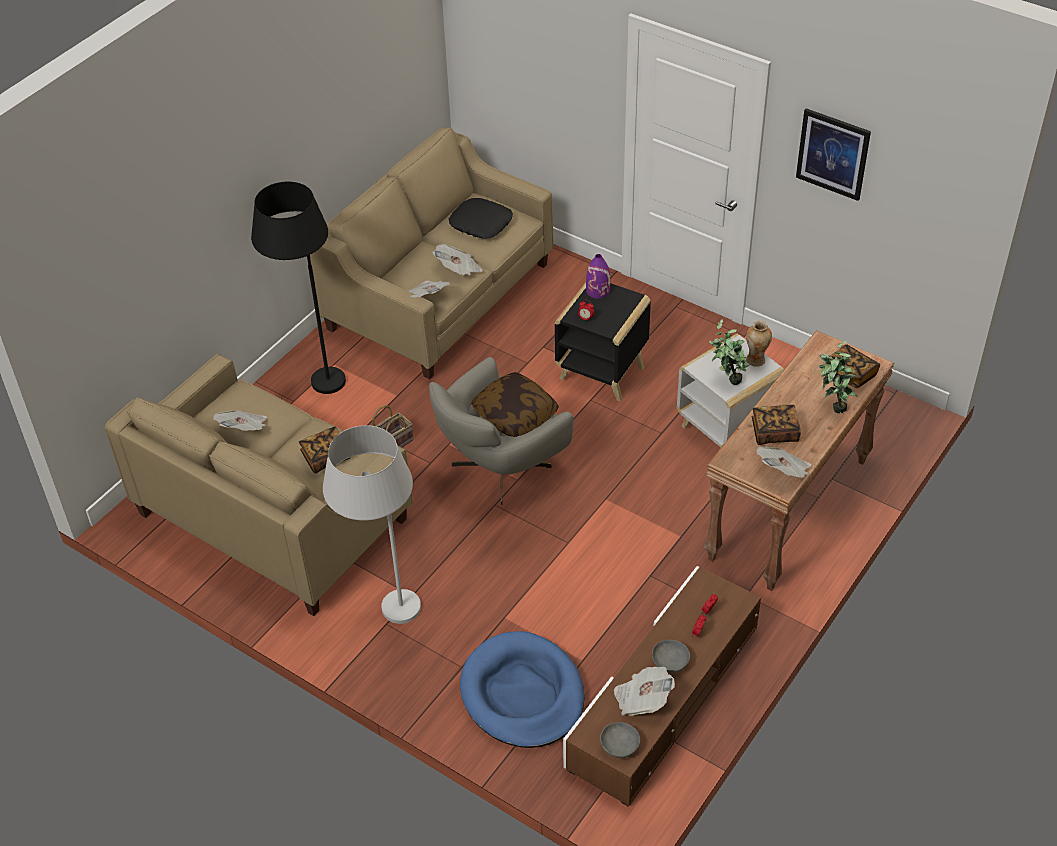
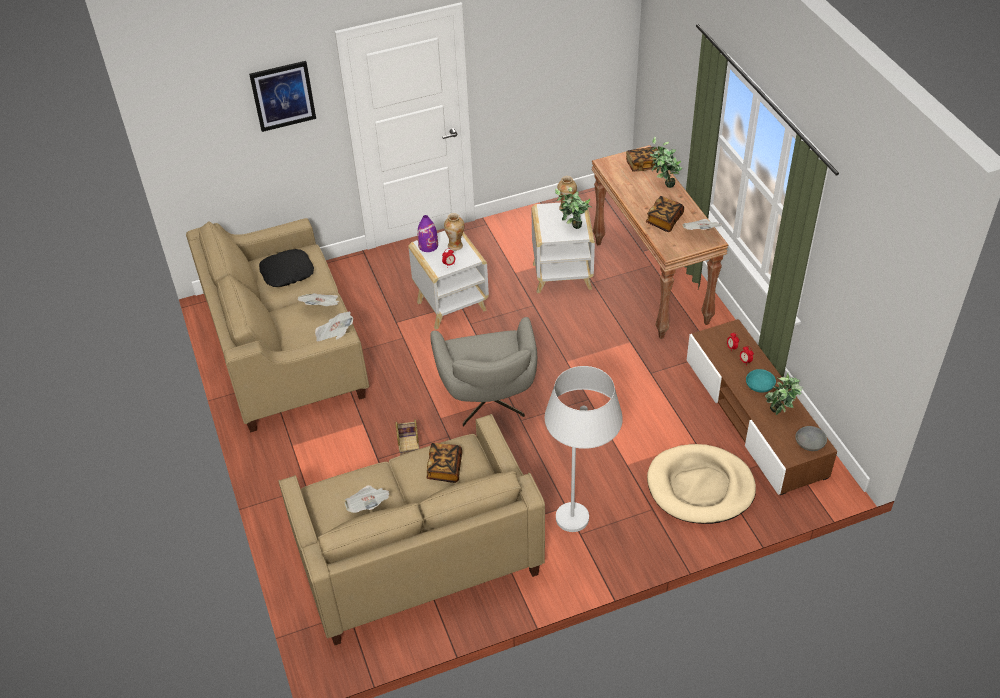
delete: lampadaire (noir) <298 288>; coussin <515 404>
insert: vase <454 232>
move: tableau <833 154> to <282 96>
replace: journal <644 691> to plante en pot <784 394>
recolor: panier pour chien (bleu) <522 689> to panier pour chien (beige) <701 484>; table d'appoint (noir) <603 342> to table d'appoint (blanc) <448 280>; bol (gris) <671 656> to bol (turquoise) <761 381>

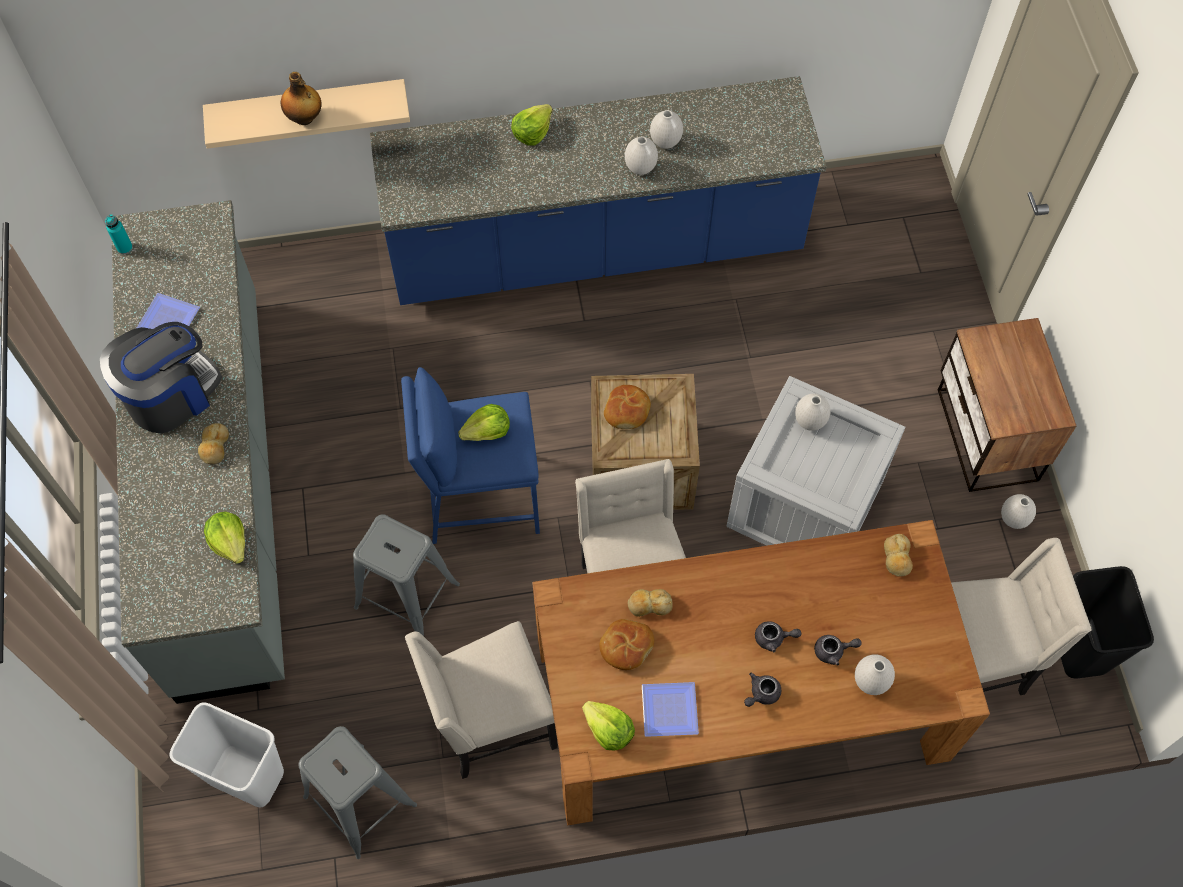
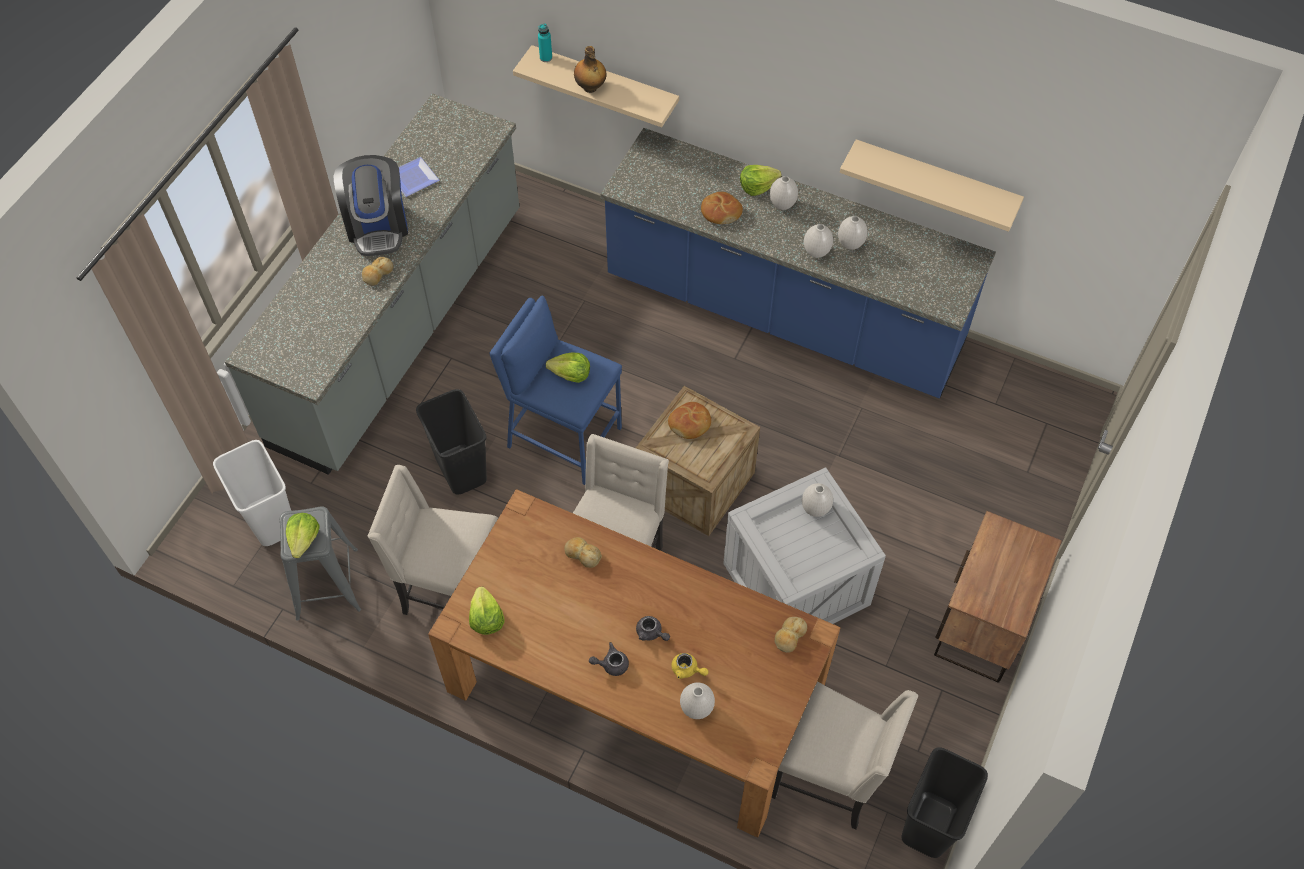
delete: assiette <670 709>
insert: étagère (beige) <932 185>
move: bouteille (turquoise) <119 234> to <545 42>; laitue <224 538> to <303 535>; pain <626 644> to <722 208>; vase (blanc) <1018 511> to <784 193>
replace: tabouret (gris) <406 575> to poubelle (noir) <451 442>
recolor: théière (gris) <838 650> to théière (jaune) <689 666>
rotate: machine à café <161 377> = <371 205> 90 degrees clockwise

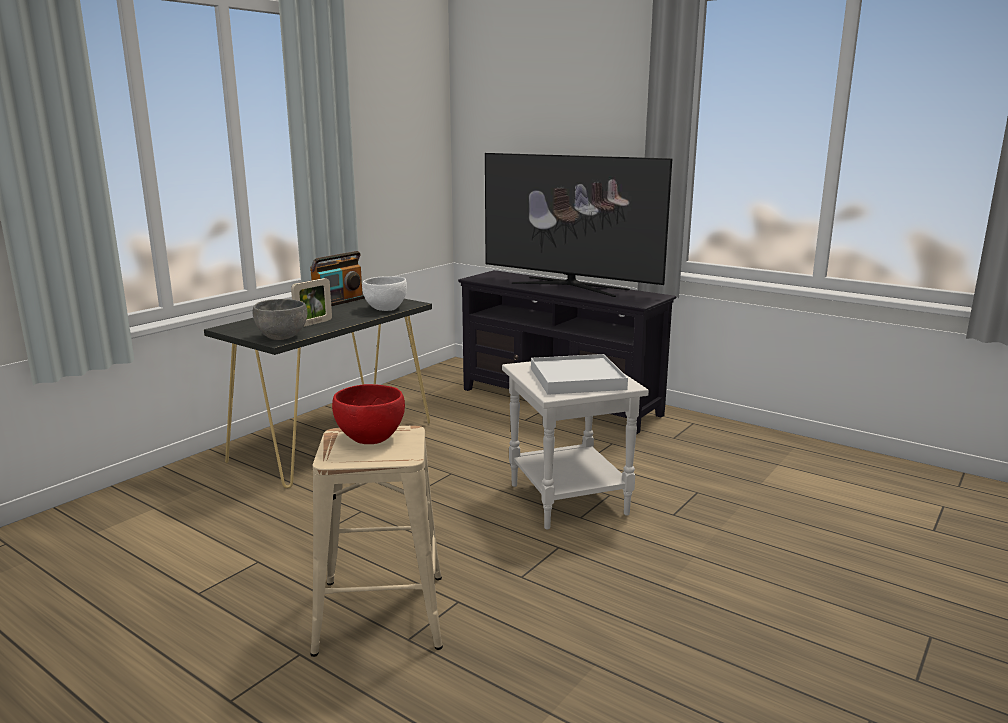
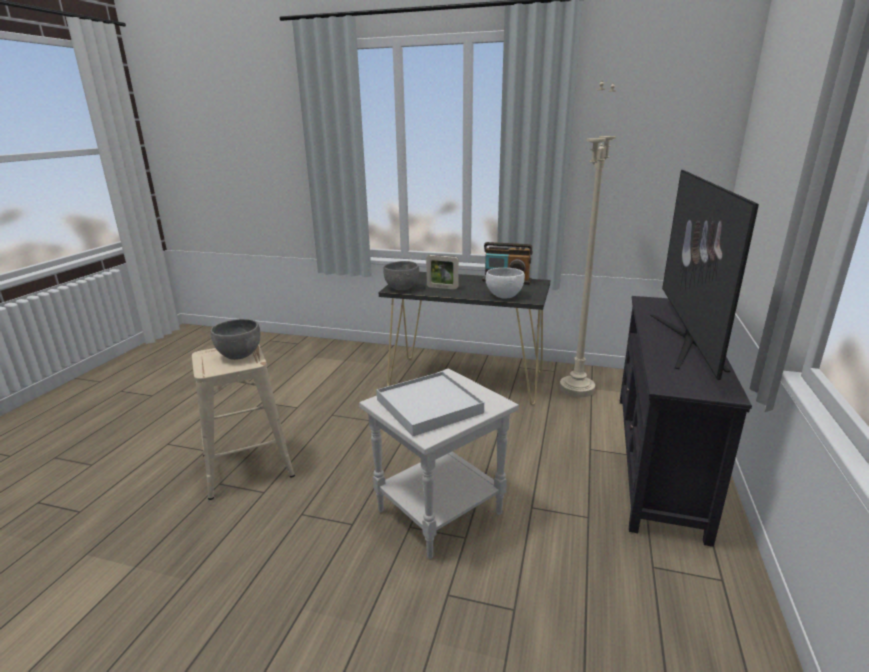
insert: lampadaire (beige) <588 238>
recolor: bol (rouge) <368 414> to bol (gris) <235 339>

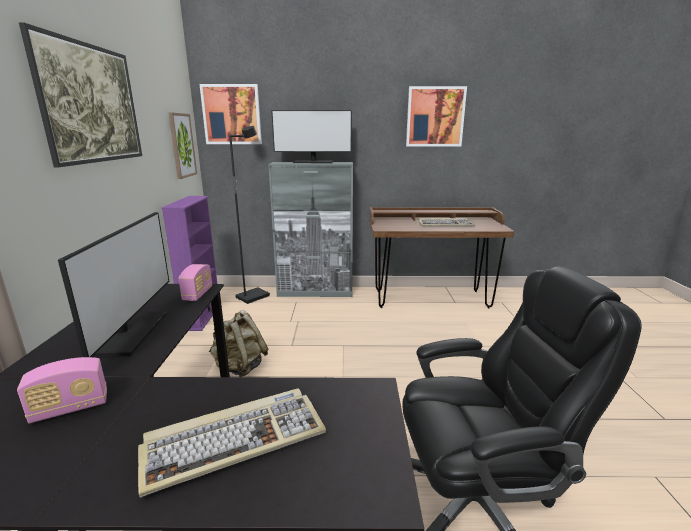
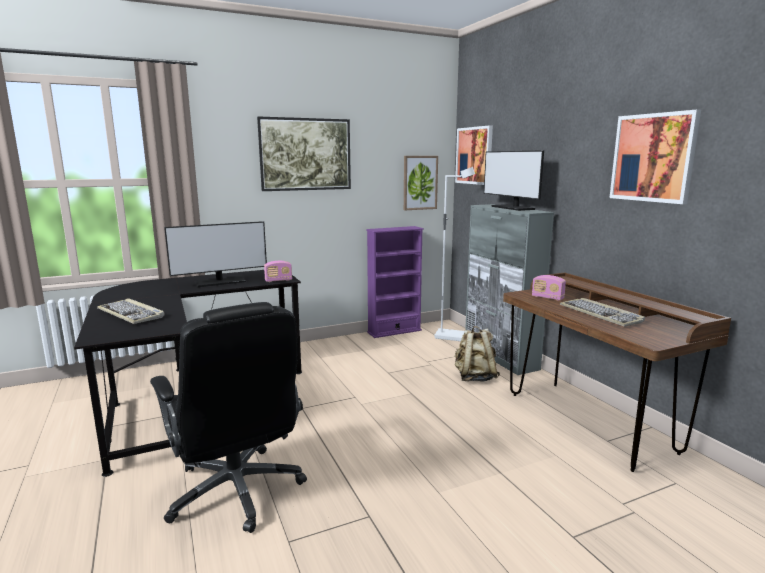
move: radio <62 390> to <549 288>; sac à dos (beige) <238 343> to <477 354>
recolor: lampadaire (noir) <249 215> to lampadaire (blanc) <454 254>

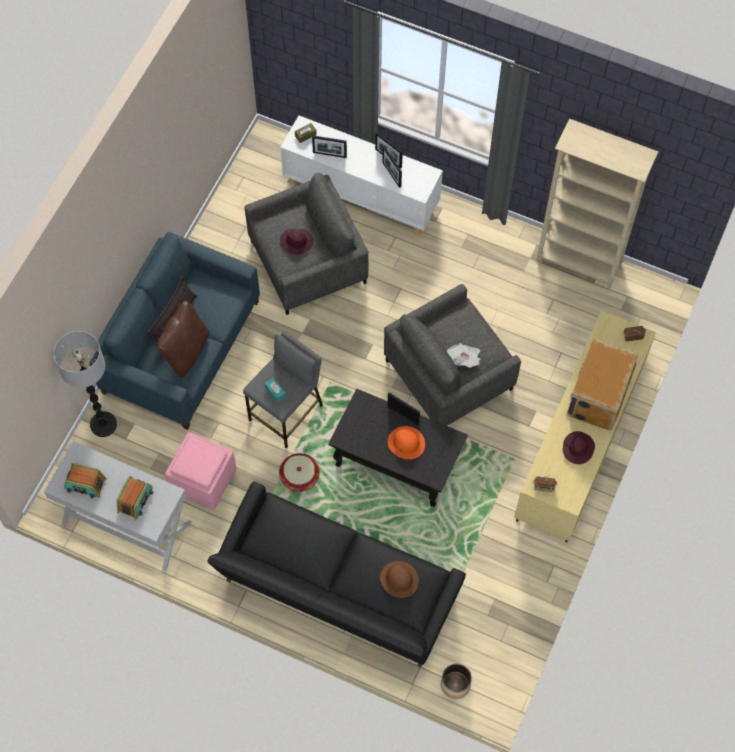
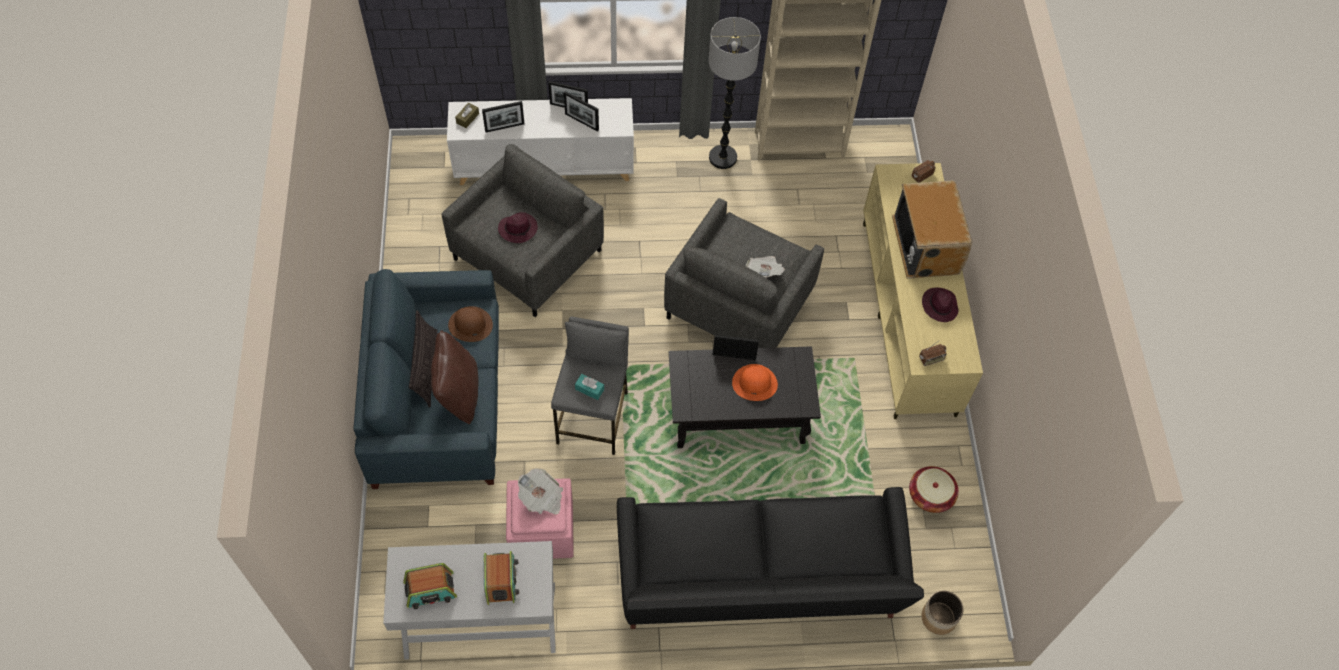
insert: journal <540 491>
move: lampadaire <85 384> to <735 93>; panier <299 472> to <934 489>; chapeau (marron) <399 579> to <470 324>

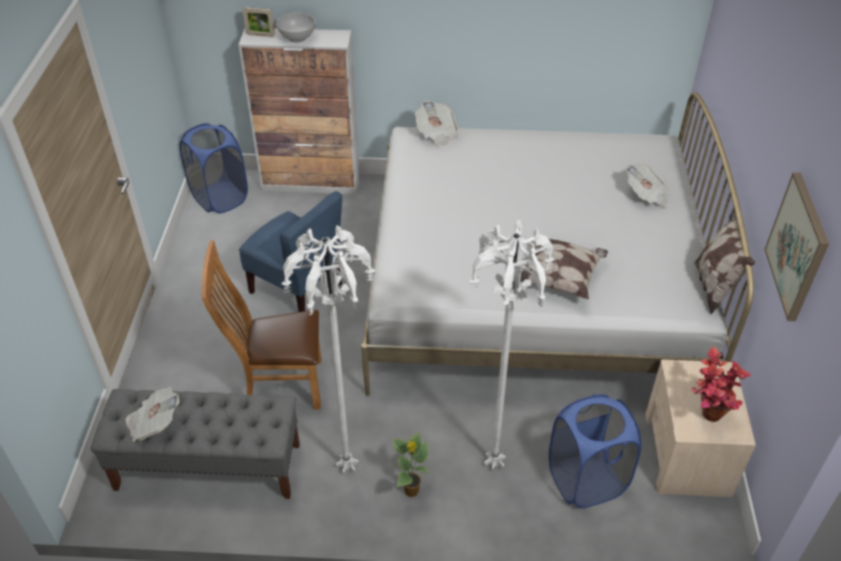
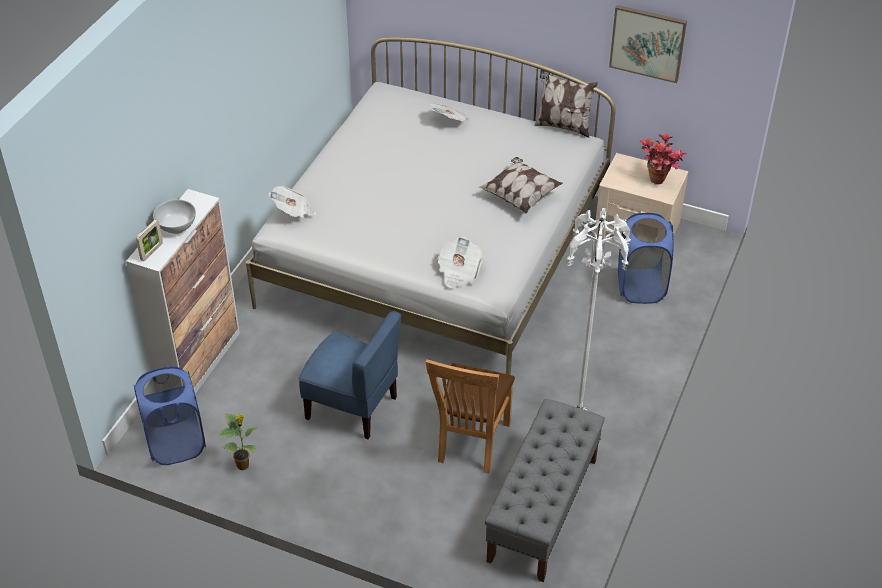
delete: lampadaire (blanc) <511 344>
move: journal <152 414> to <460 262>; plante en pot <410 464> to <238 441>
rotate: chaise (bleu) <290 251> = <350 375> 60 degrees clockwise

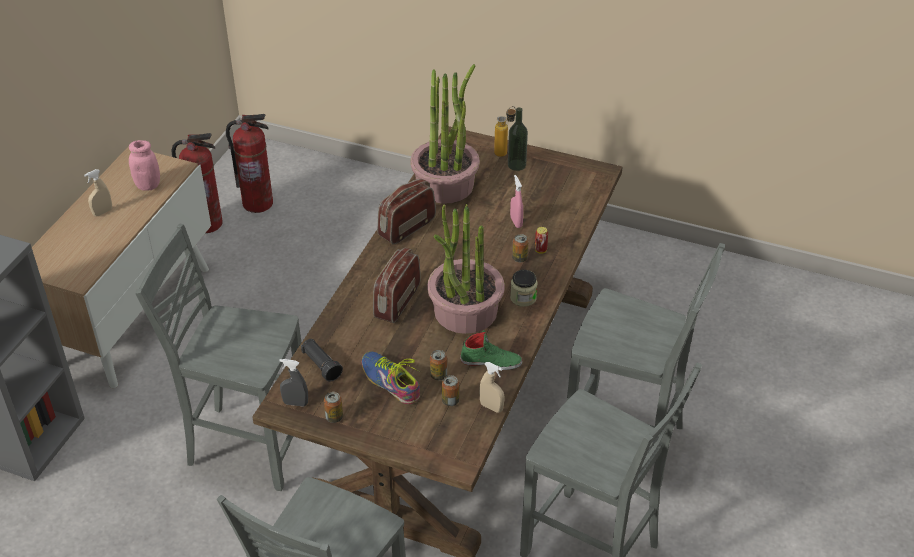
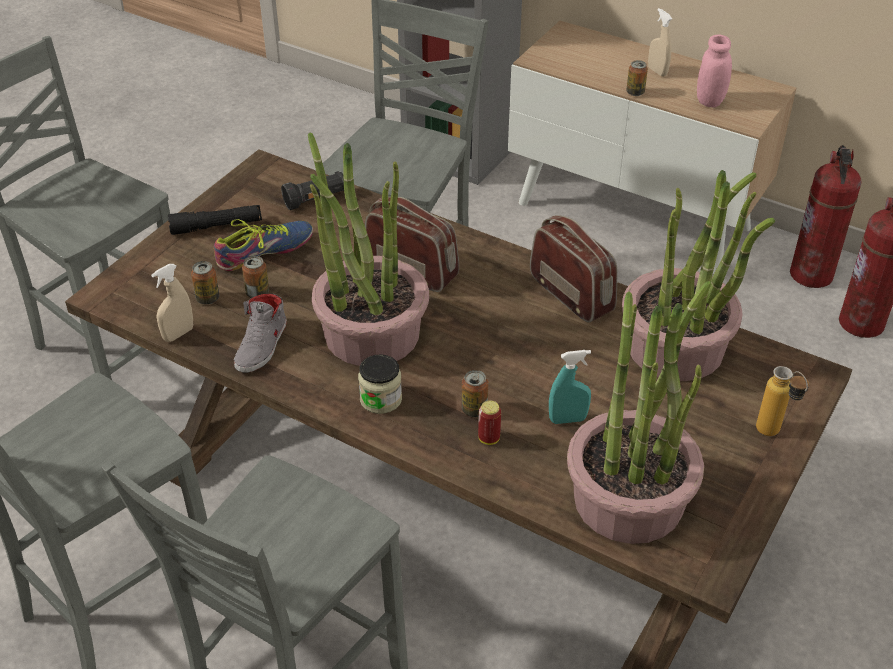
delete: vaporisateur (gris) <293 383>; bouteille <518 139>
insert: lampe de poche (noir) <215 220>; plante en pot <639 412>
move: boîte métallique <333 407> to <637 78>
recolor: chaussure (vert) <491 350> to chaussure (gris) <260 333>; vaporisateur (rose) <516 201> to vaporisateur (turquoise) <570 387>

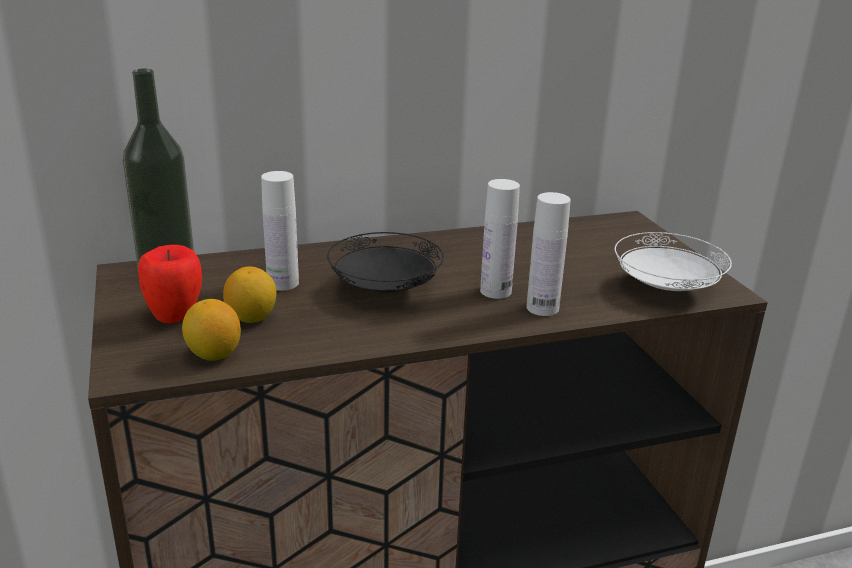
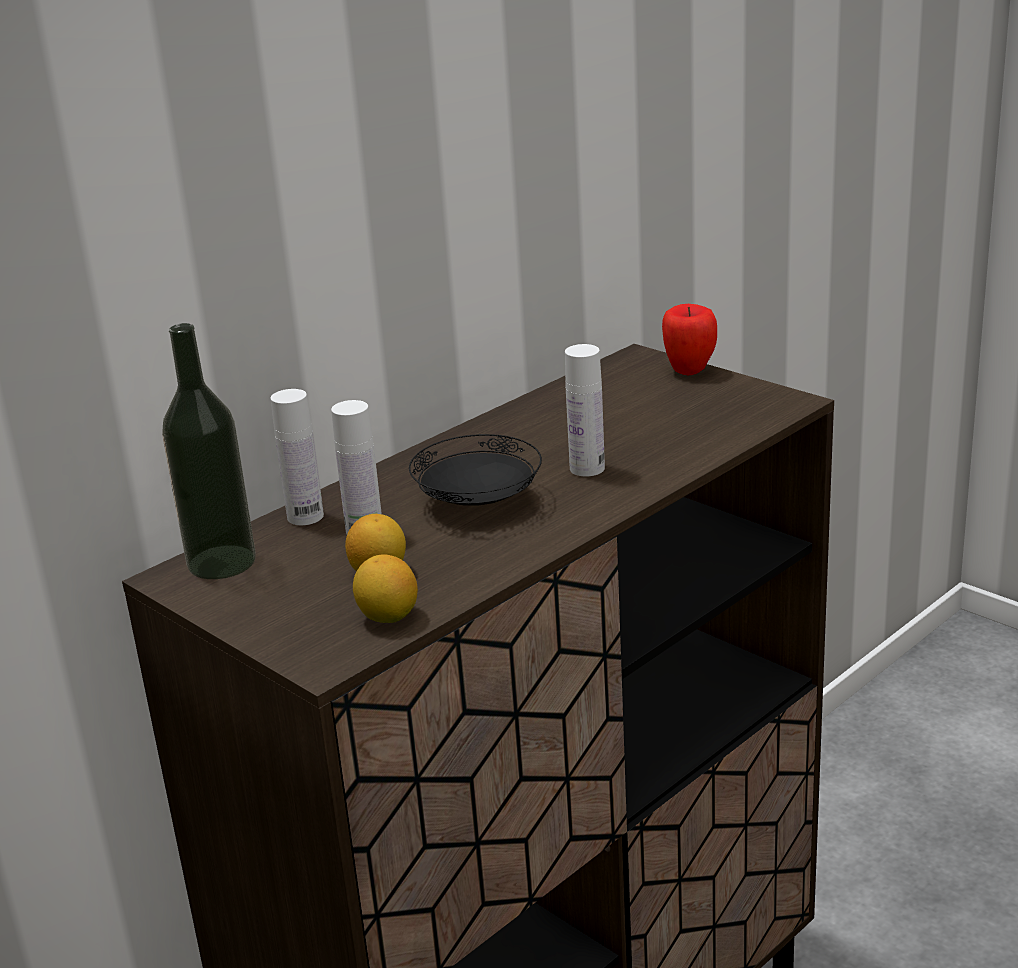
delete: assiette (blanc) <673 261>
move: pomme <170 284> to <689 339>; bouteille (blanc) <548 254> to <297 457>

